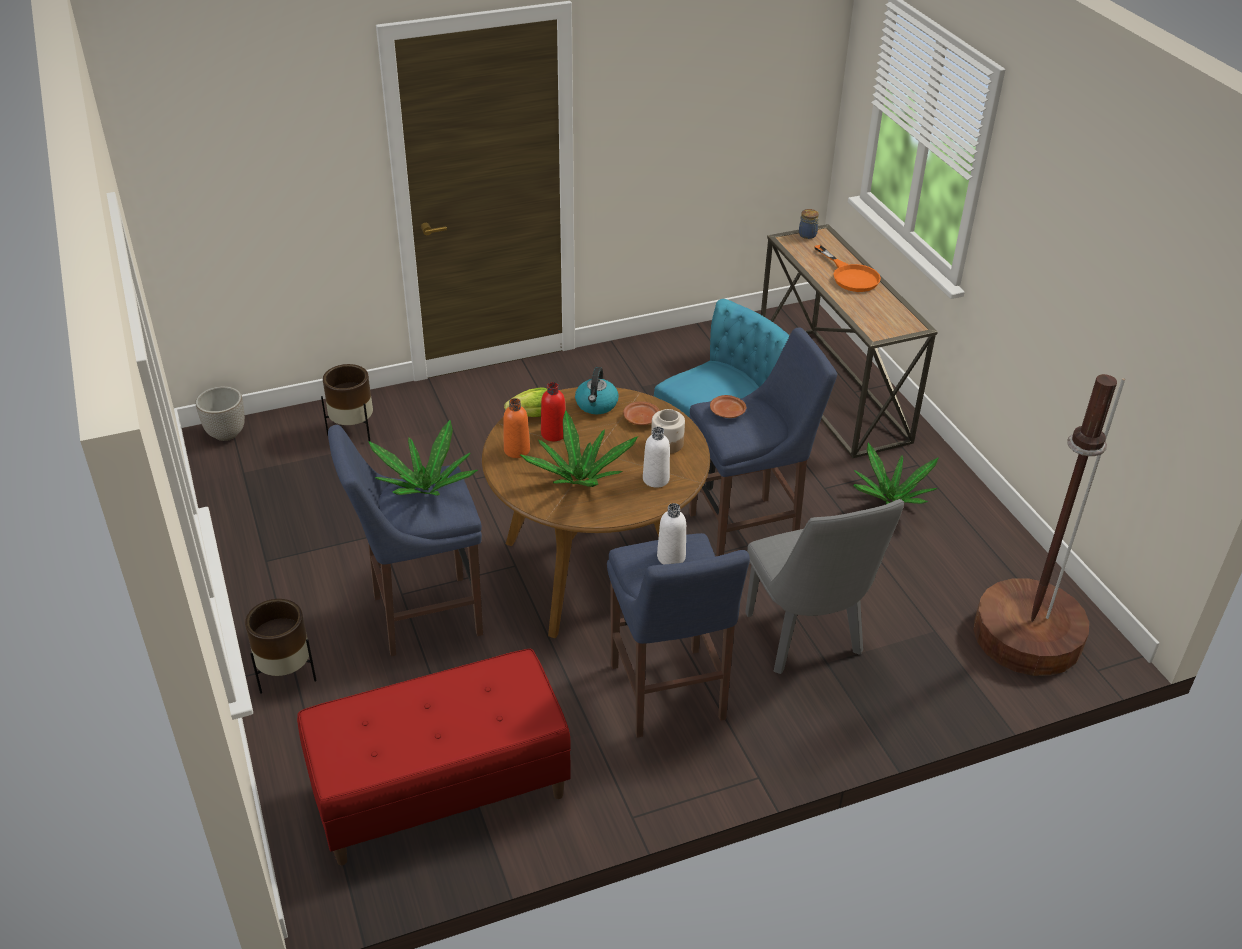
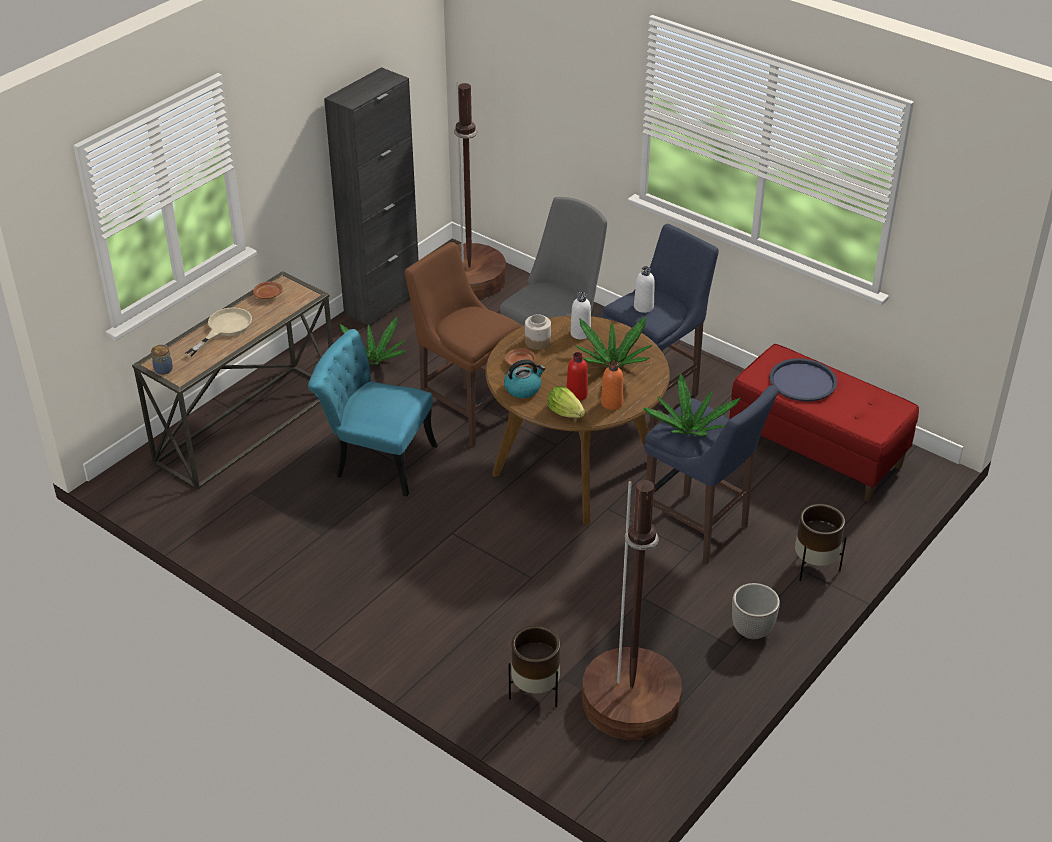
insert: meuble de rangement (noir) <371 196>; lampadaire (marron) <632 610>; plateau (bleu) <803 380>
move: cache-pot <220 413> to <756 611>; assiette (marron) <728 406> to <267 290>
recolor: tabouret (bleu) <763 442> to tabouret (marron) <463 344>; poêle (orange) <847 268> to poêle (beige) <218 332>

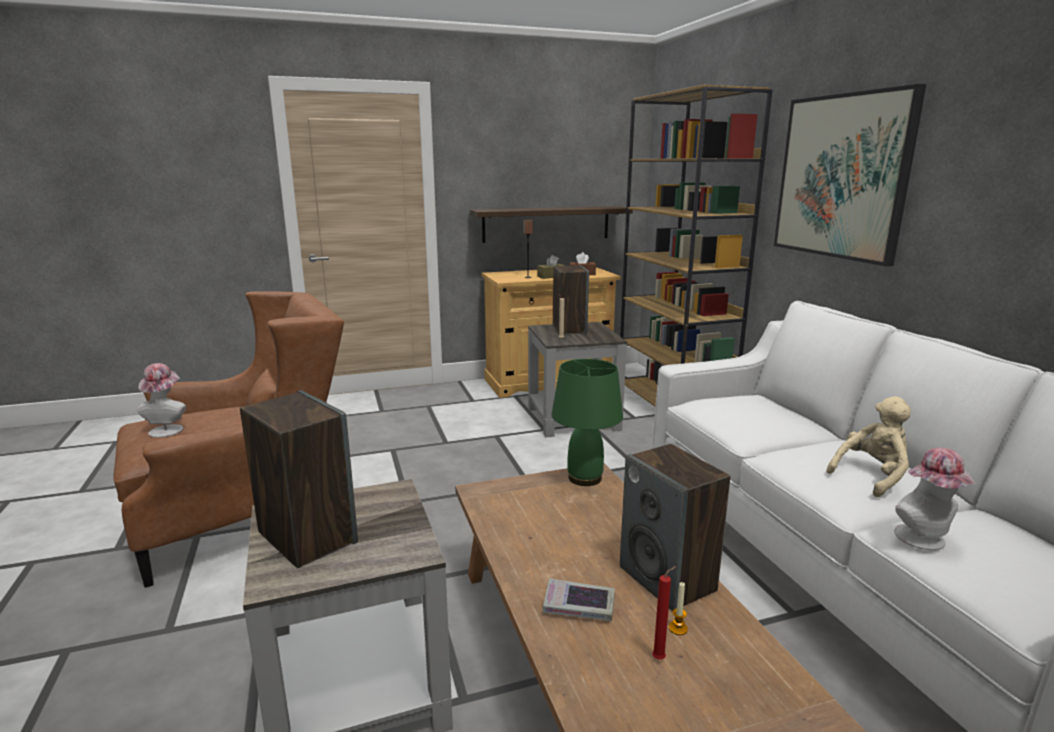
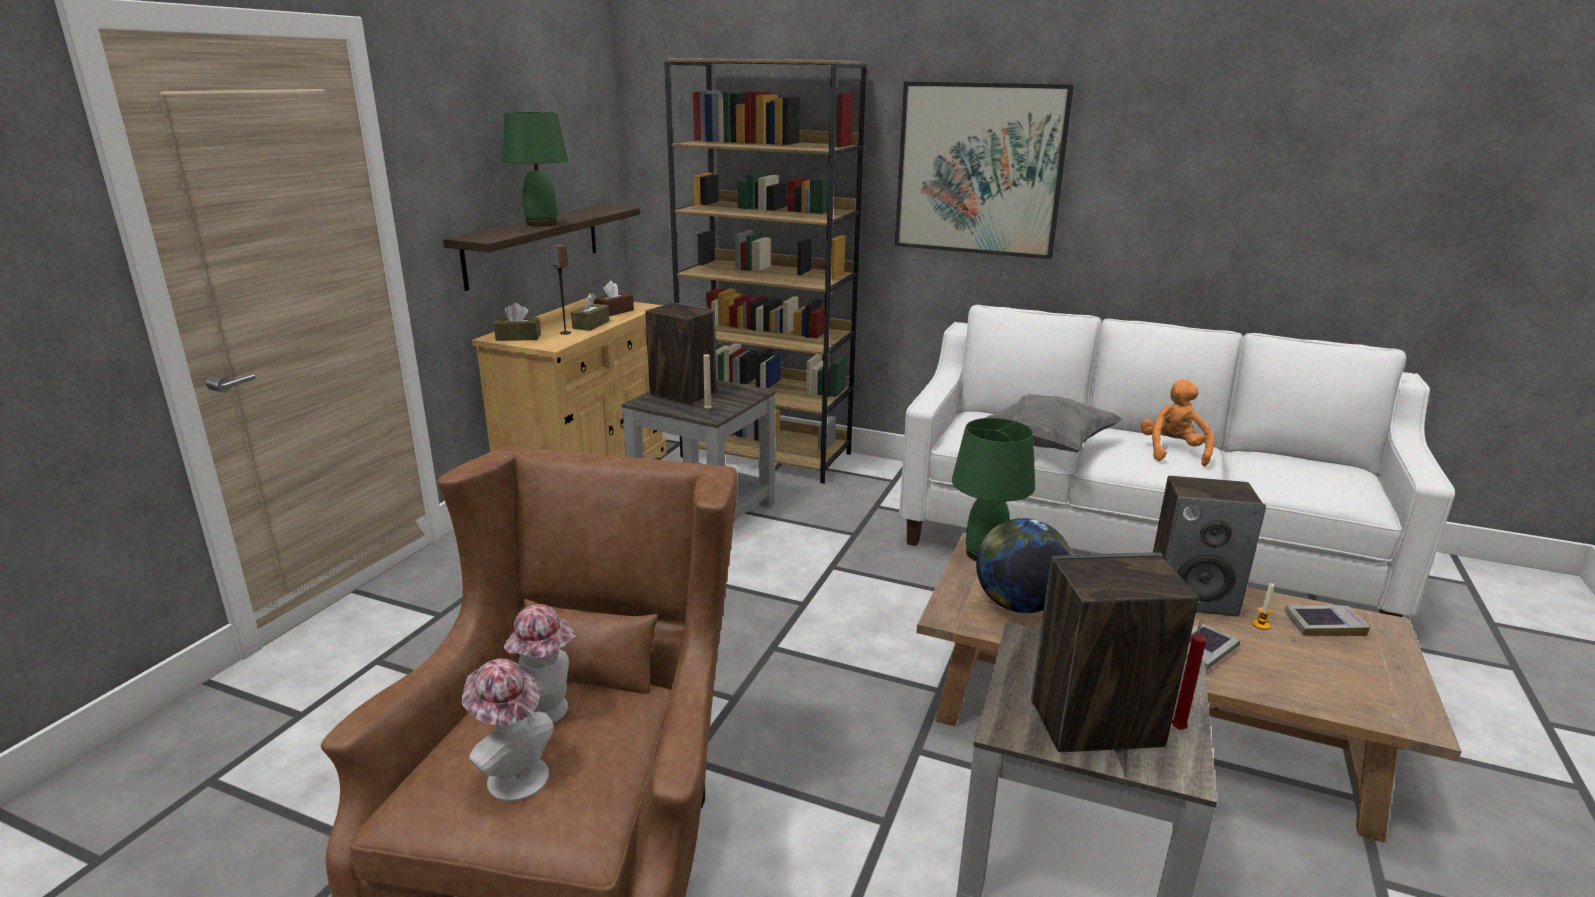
insert: boîte à mouchoirs (marron) <517 322>; lampe de table (vert) <535 169>; globe <1024 565>; coussin (gris) <1054 423>; livre <1327 620>
move: bougie (rouge) <664 612> to <1189 675>; chapeau <935 499> to <540 664>
recolor: peluche (beige) <868 447> to peluche (orange) <1177 422>

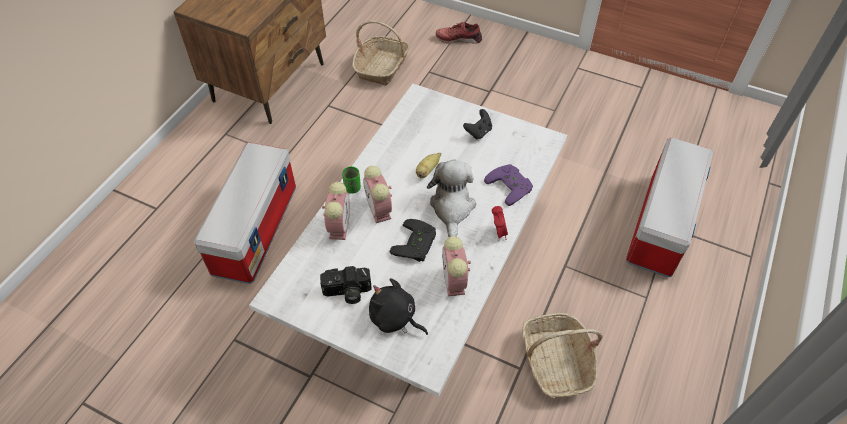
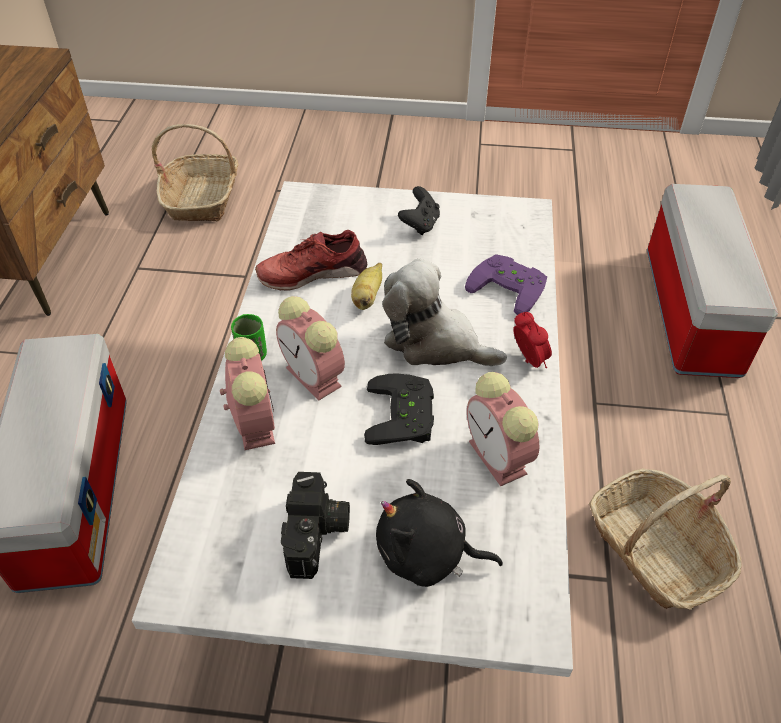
move: chaussure (rouge) <459 33> to <311 260>
rotate: appareil photo <346 285> = <315 525> 60 degrees counterclockwise; peluche <451 198> = <444 312> 45 degrees counterclockwise

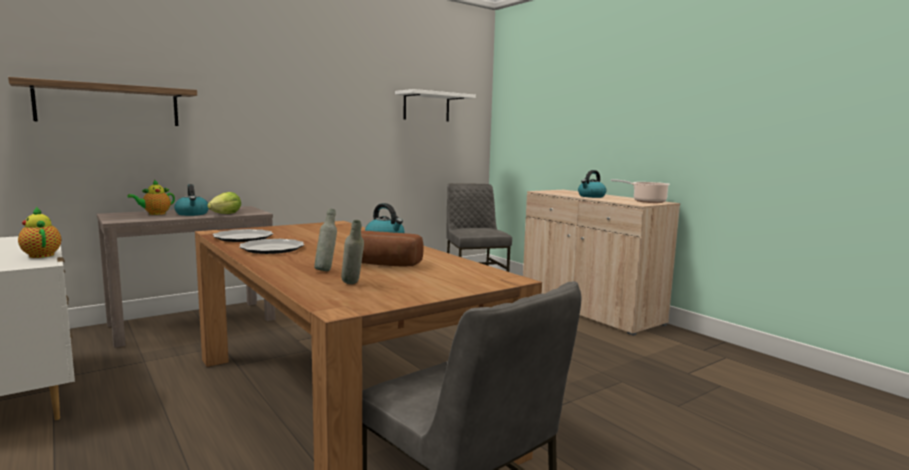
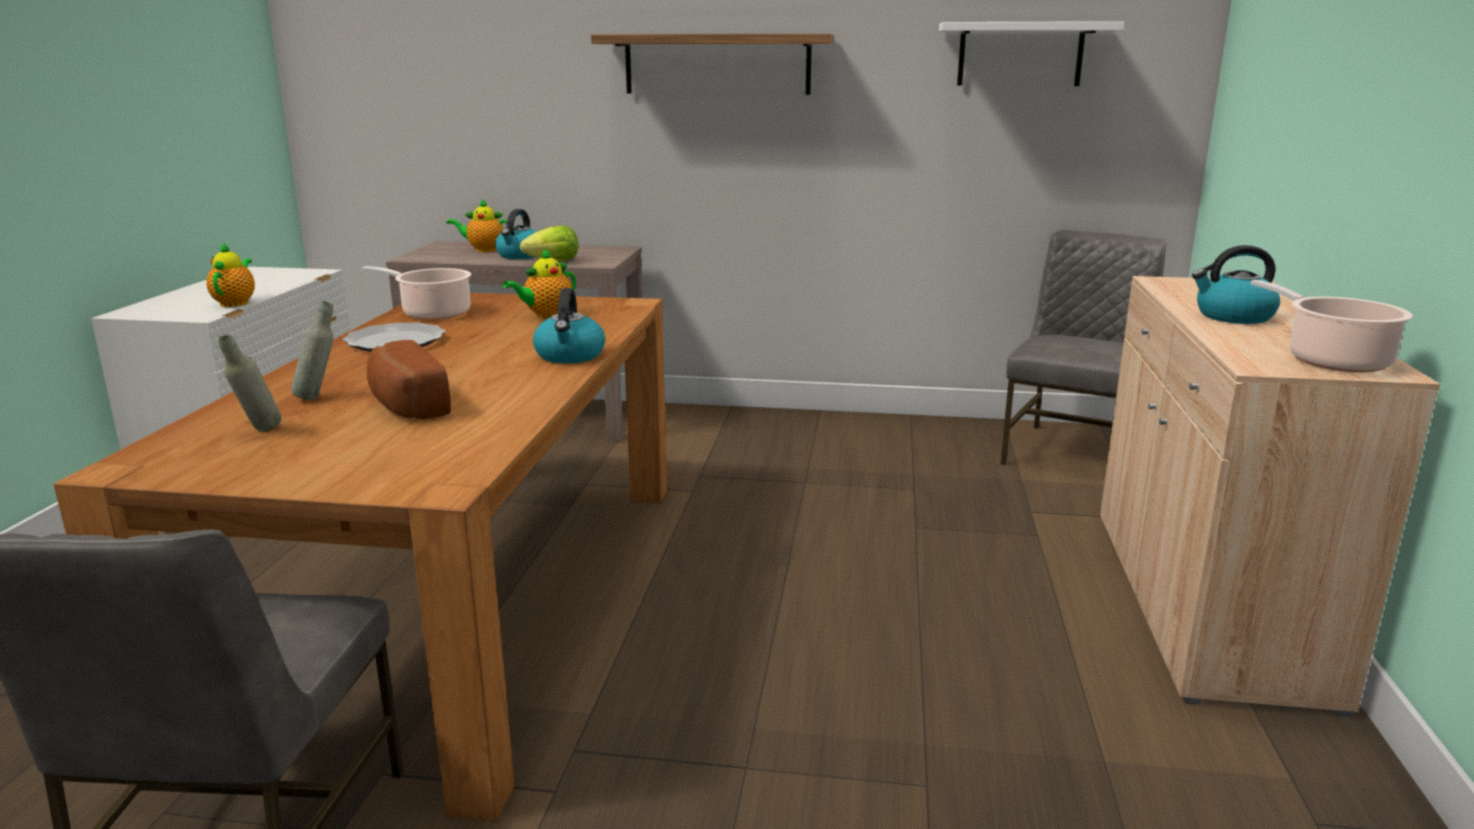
insert: théière <539 283>
move: étagère <102 101> to <712 64>
replace: assiette <243 235> to marmite <416 293>

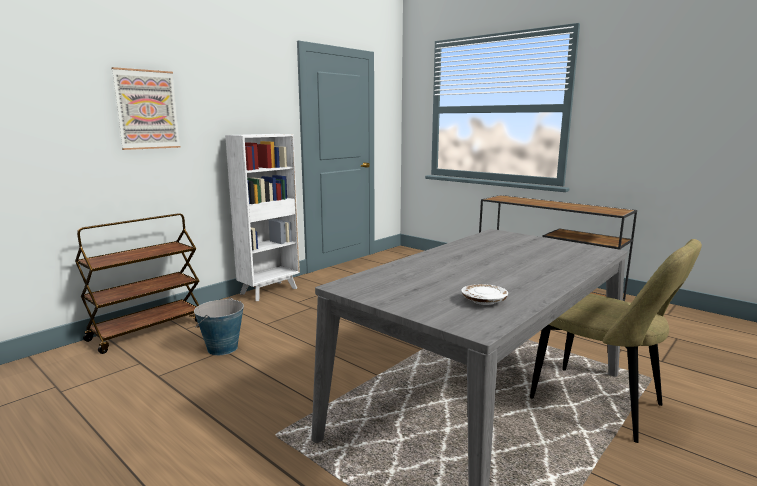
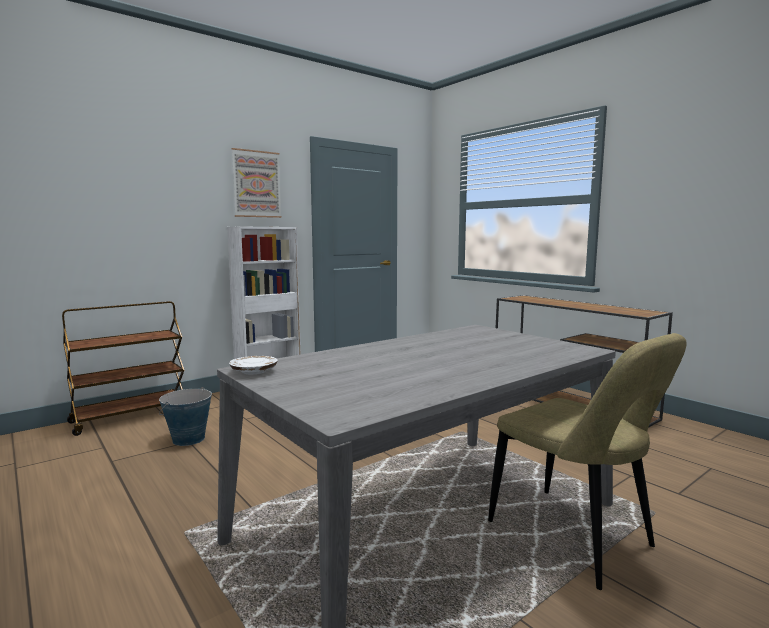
move: tableau <146 108> to <256 183>; assiette (blanc) <484 294> to <253 365>

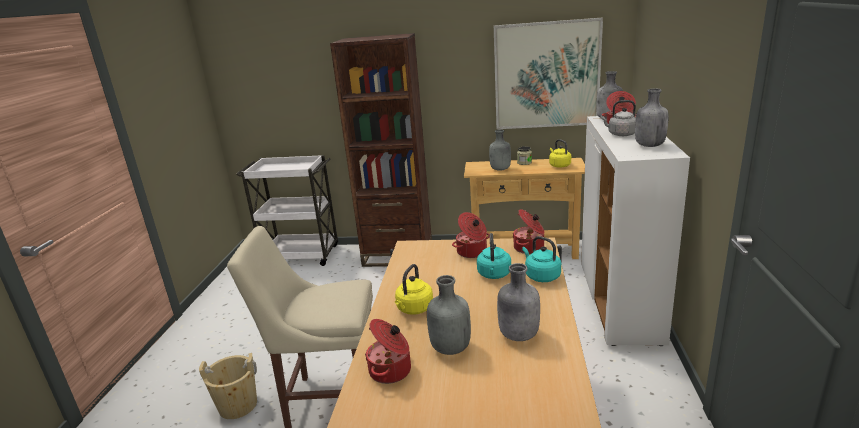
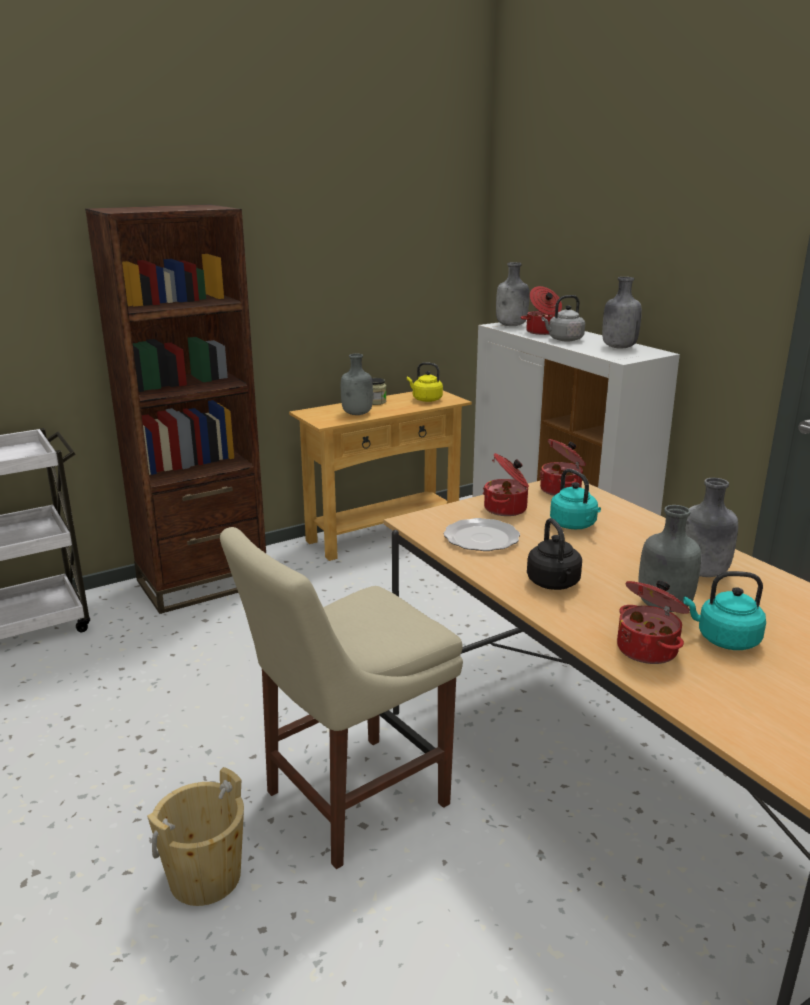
delete: tableau <548 73>
insert: assiette <482 534>
move: bouilloire (turquoise) <541 259> to <724 610>
recolor: bouilloire (jaune) <414 289> to bouilloire (noir) <554 554>

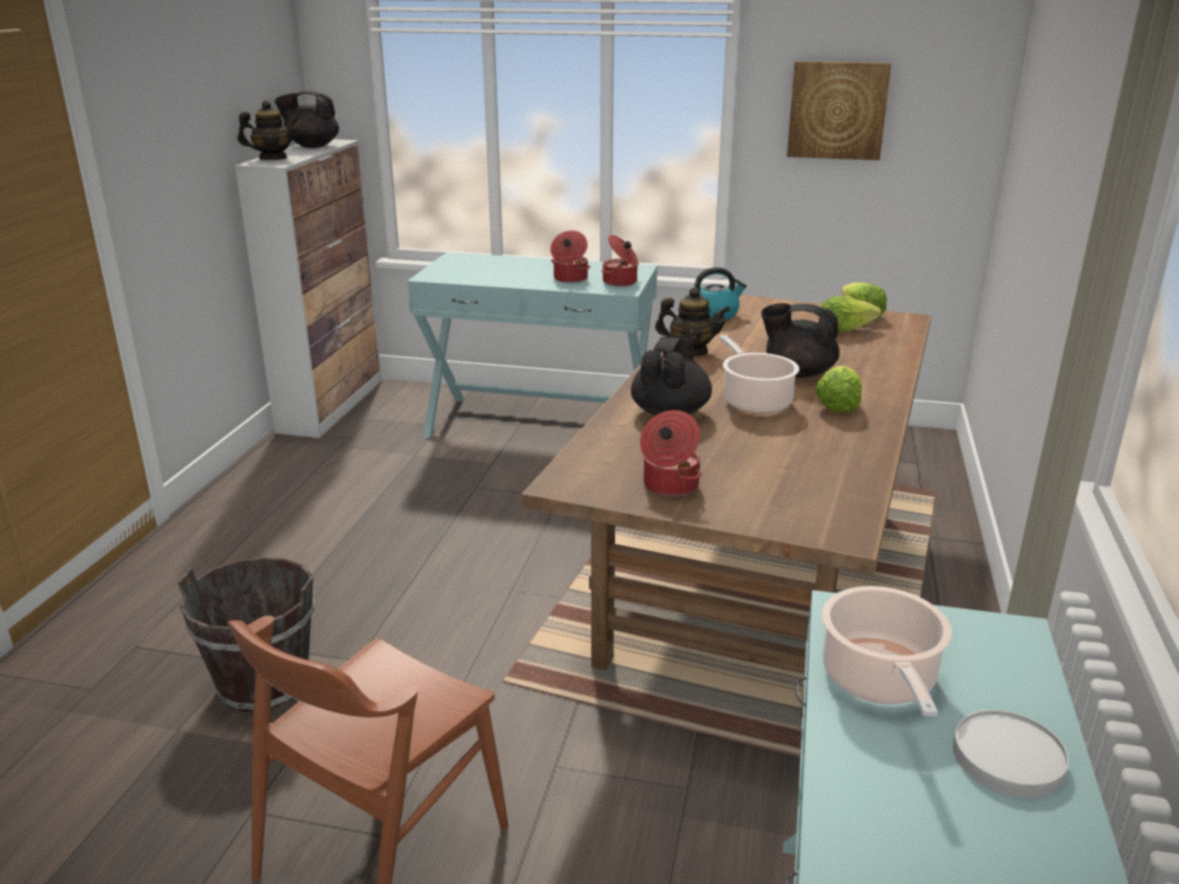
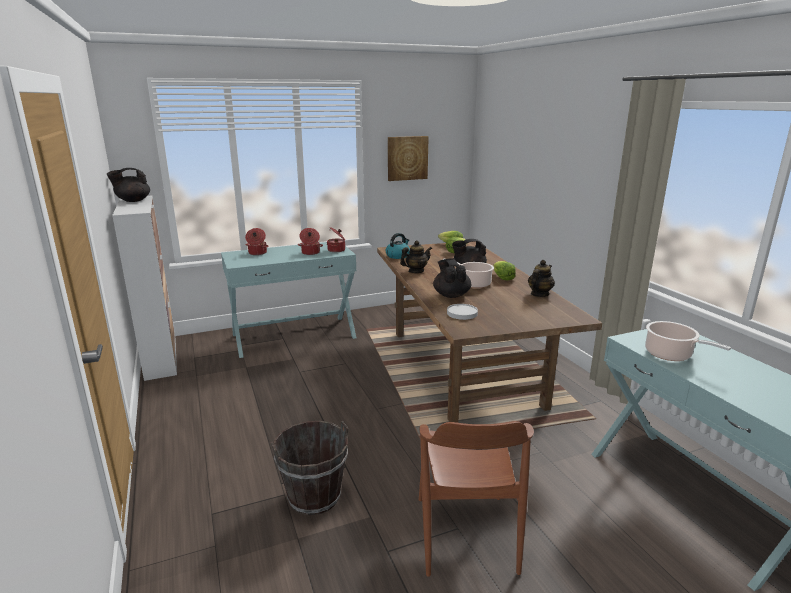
move: théière <269 130> to <541 278>; marmite <670 453> to <256 241>; assiette (blanc) <1011 754> to <462 312>

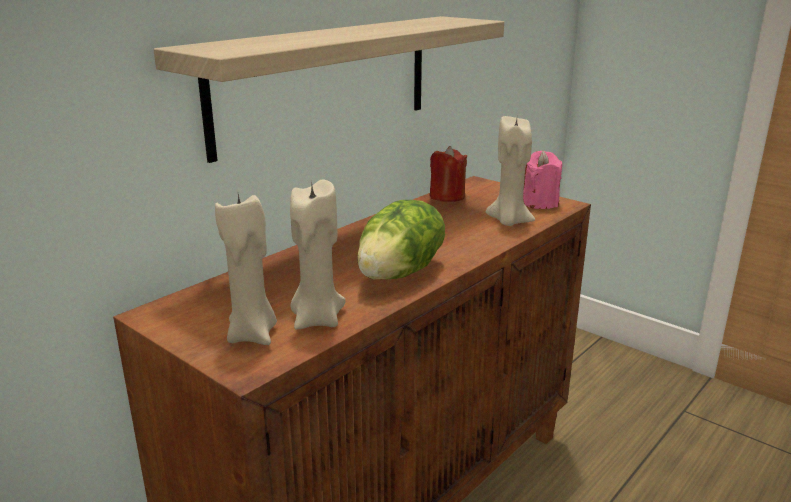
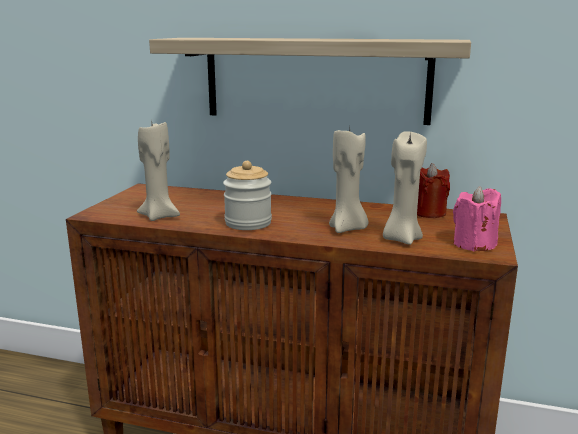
move: bougie (beige) <246 269> to <348 180>
replace: laitue <401 240> to bocal <247 195>

